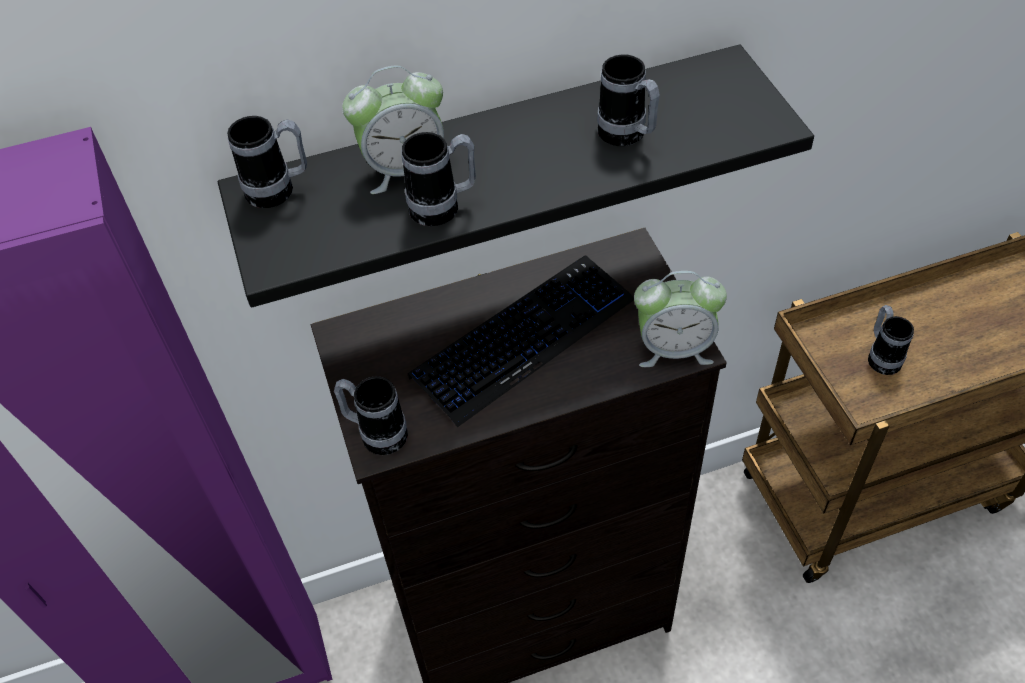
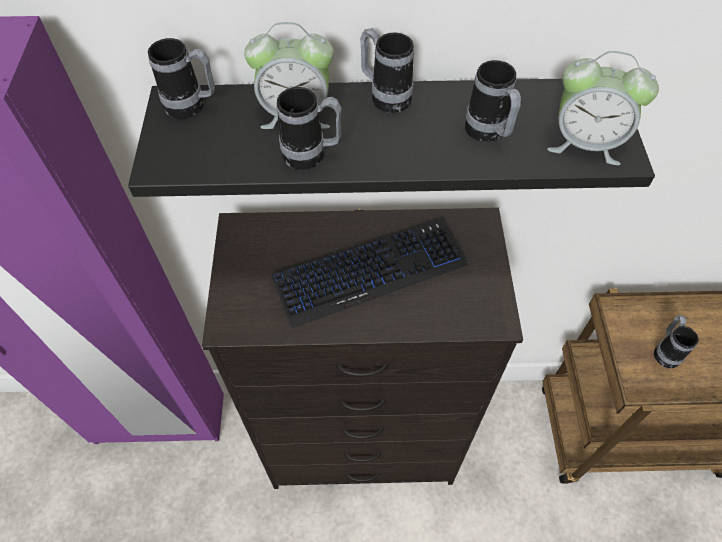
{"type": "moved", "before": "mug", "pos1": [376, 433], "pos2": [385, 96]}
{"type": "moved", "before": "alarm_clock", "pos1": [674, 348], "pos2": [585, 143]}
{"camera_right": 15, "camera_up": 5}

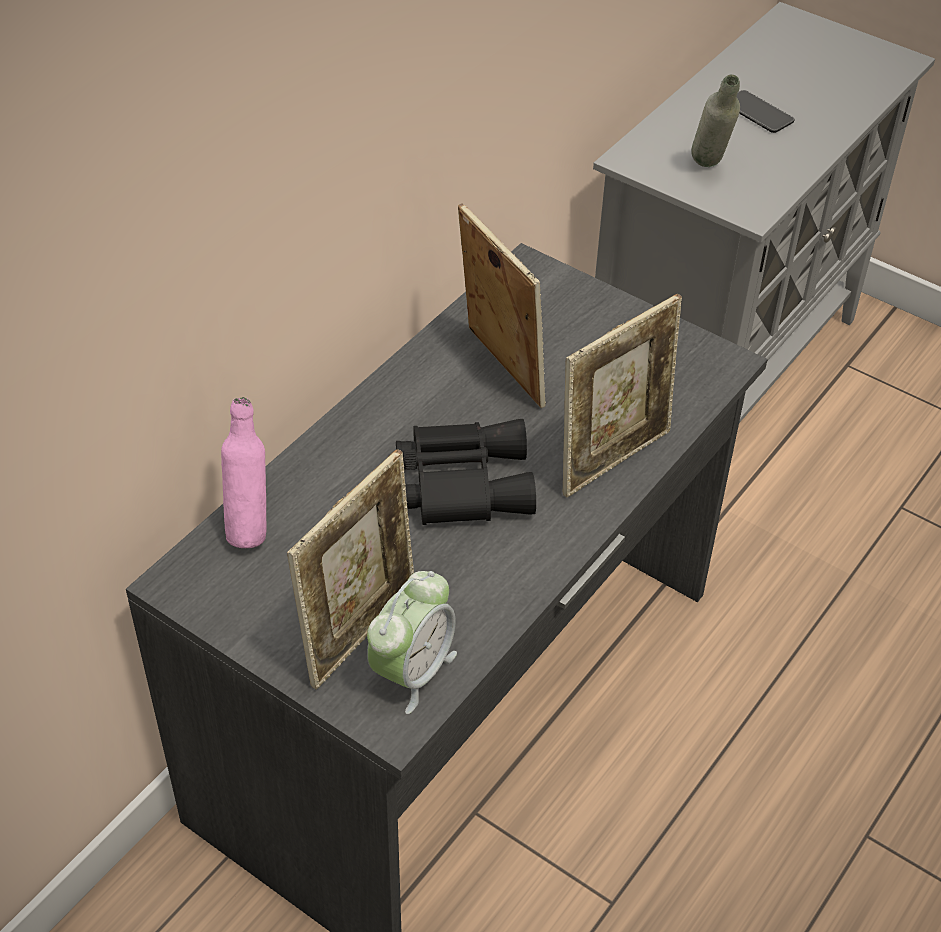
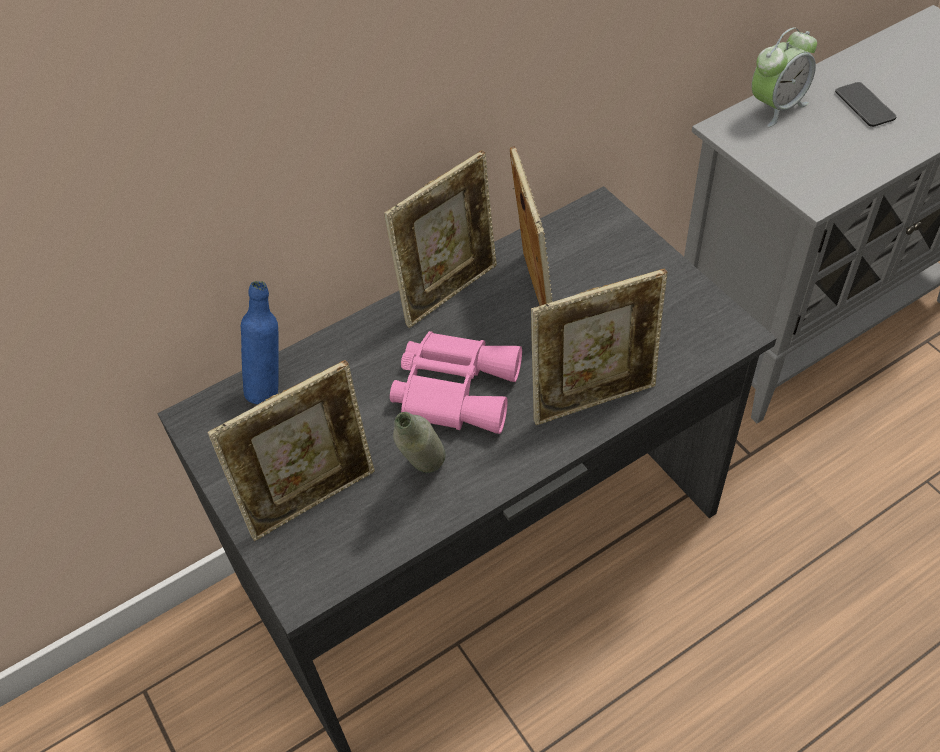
{"type": "recoloured", "before": "pink_bottle", "after": "blue_bottle", "pos1": [249, 528], "pos2": [271, 386]}
{"type": "moved", "before": "alarm_clock", "pos1": [412, 671], "pos2": [776, 107]}
{"type": "recoloured", "before": "black_binoculars", "after": "pink_binoculars", "pos1": [461, 481], "pos2": [455, 388]}
{"type": "moved", "before": "grey_bottle", "pos1": [709, 169], "pos2": [424, 475]}
{"type": "added", "after": "picture_frame", "pos2": [449, 291]}
{"camera_right": 25, "camera_up": 5}

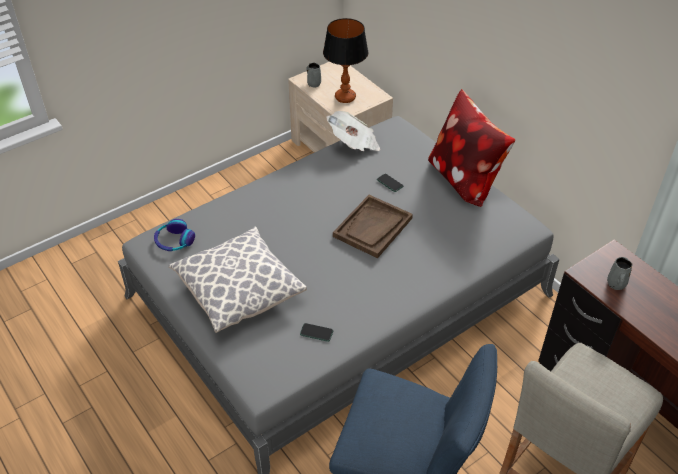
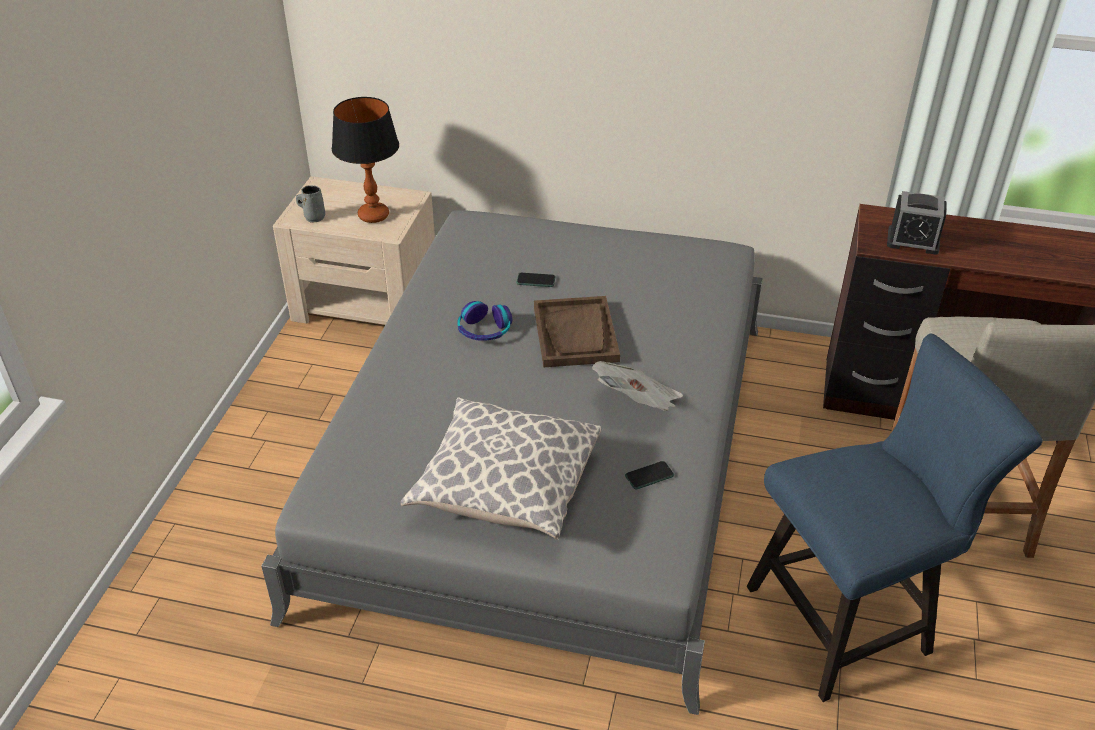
{"type": "moved", "before": "headphones", "pos1": [174, 241], "pos2": [484, 330]}
{"type": "moved", "before": "newspaper", "pos1": [354, 143], "pos2": [638, 403]}
{"type": "removed", "before": "pillow", "pos1": [464, 179]}
{"type": "replaced", "before": "grey_mug", "after": "alarm_clock", "pos1": [616, 284], "pos2": [913, 241]}
{"camera_right": -40, "camera_up": -5}

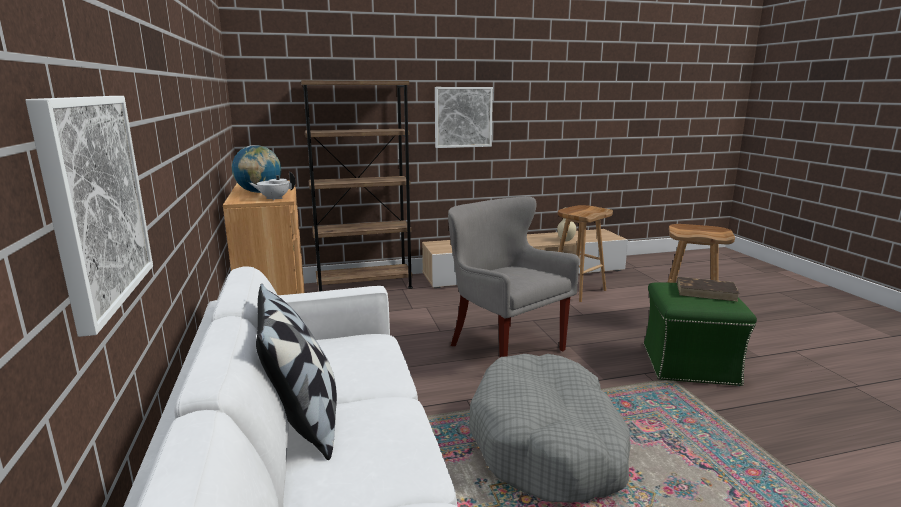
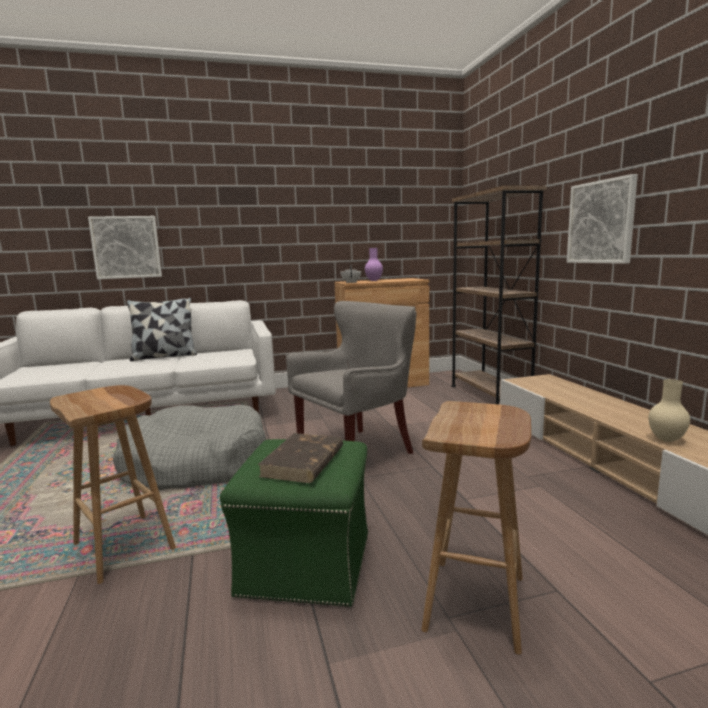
{"type": "replaced", "before": "globe", "after": "purple_vase", "pos1": [259, 192], "pos2": [373, 280]}
{"type": "moved", "before": "brown_stool", "pos1": [577, 290], "pos2": [125, 547]}
{"camera_right": 90, "camera_up": -5}

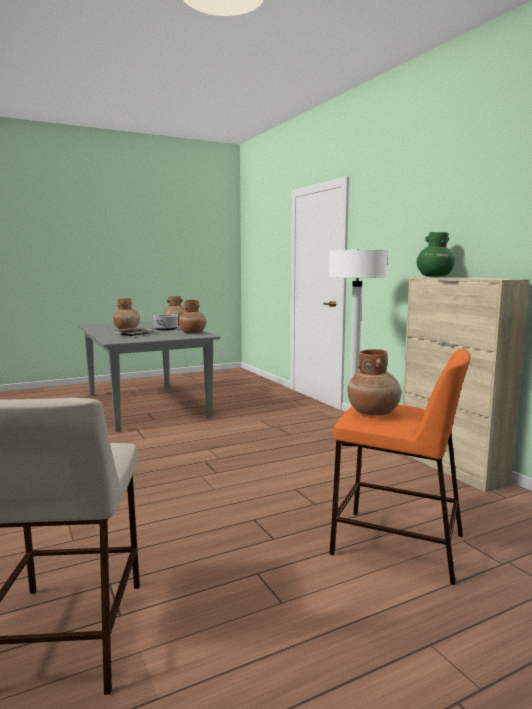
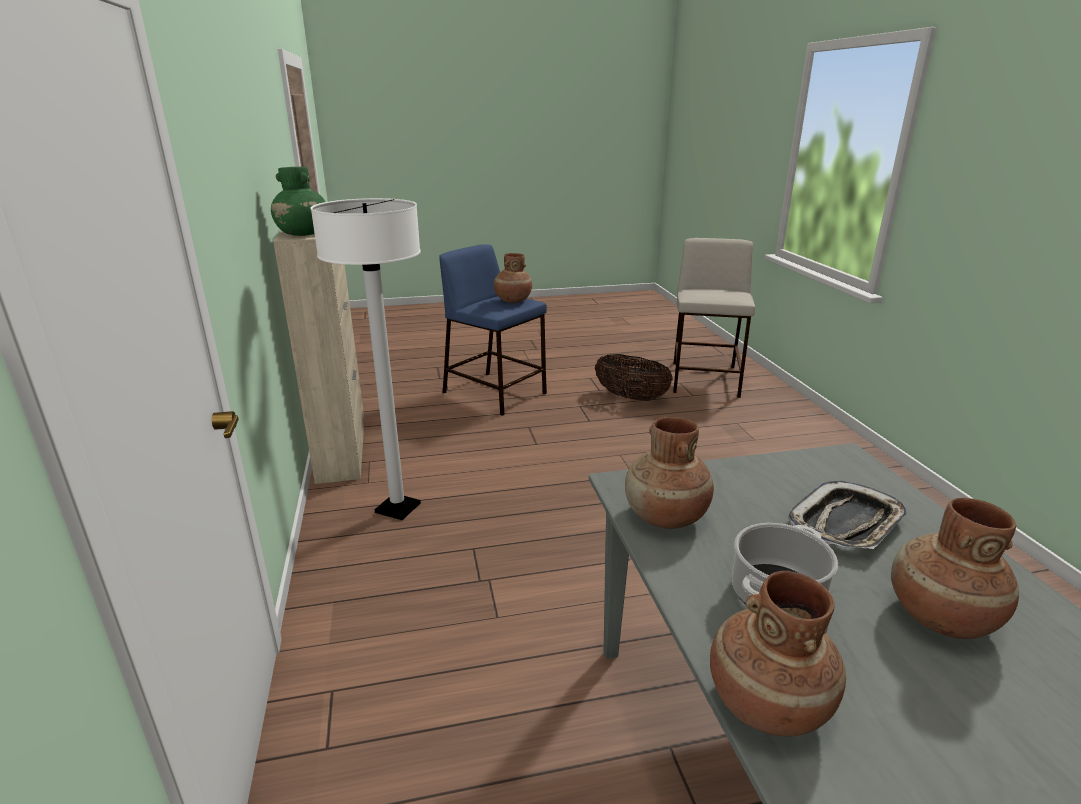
{"type": "recoloured", "before": "orange_stool", "after": "blue_stool", "pos1": [396, 544], "pos2": [495, 393]}
{"type": "added", "after": "basket", "pos2": [631, 397]}
{"camera_right": -165, "camera_up": 15}

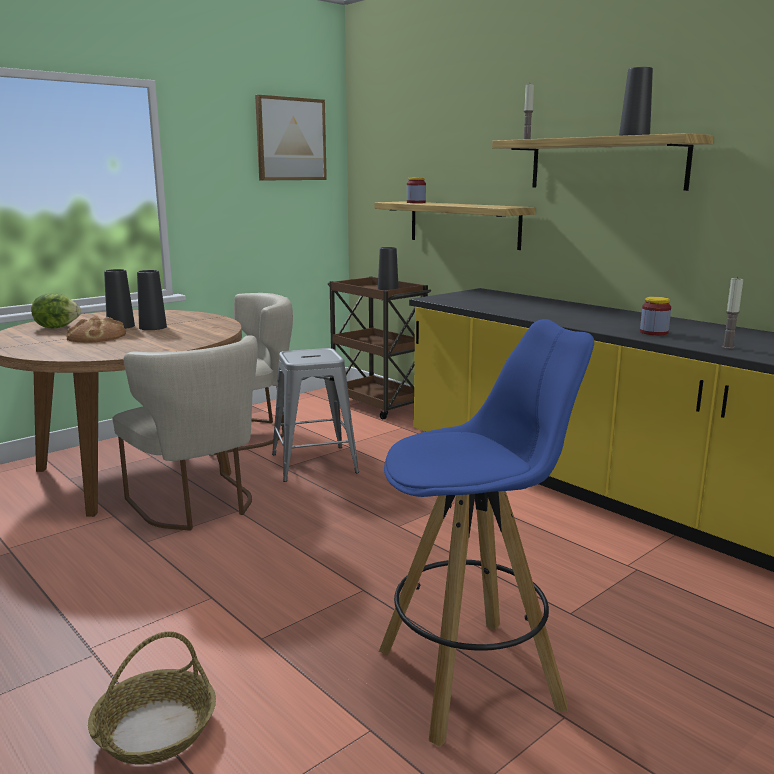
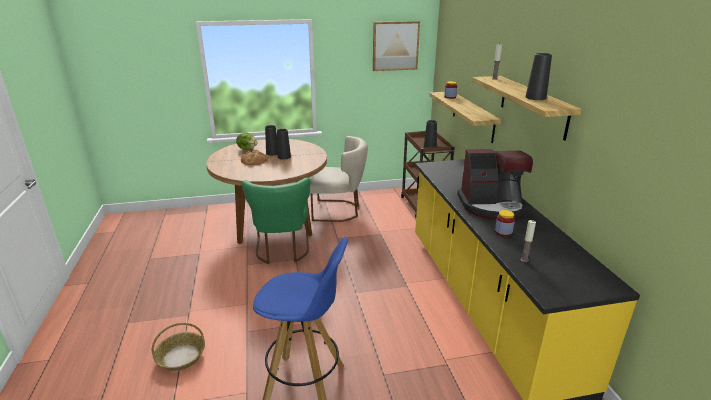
{"type": "recoloured", "before": "beige_chair", "after": "green_chair", "pos1": [198, 505], "pos2": [282, 250]}
{"type": "removed", "before": "grey_stool", "pos1": [314, 463]}
{"type": "added", "after": "coffee_machine", "pos2": [492, 206]}
{"camera_right": 30, "camera_up": 10}

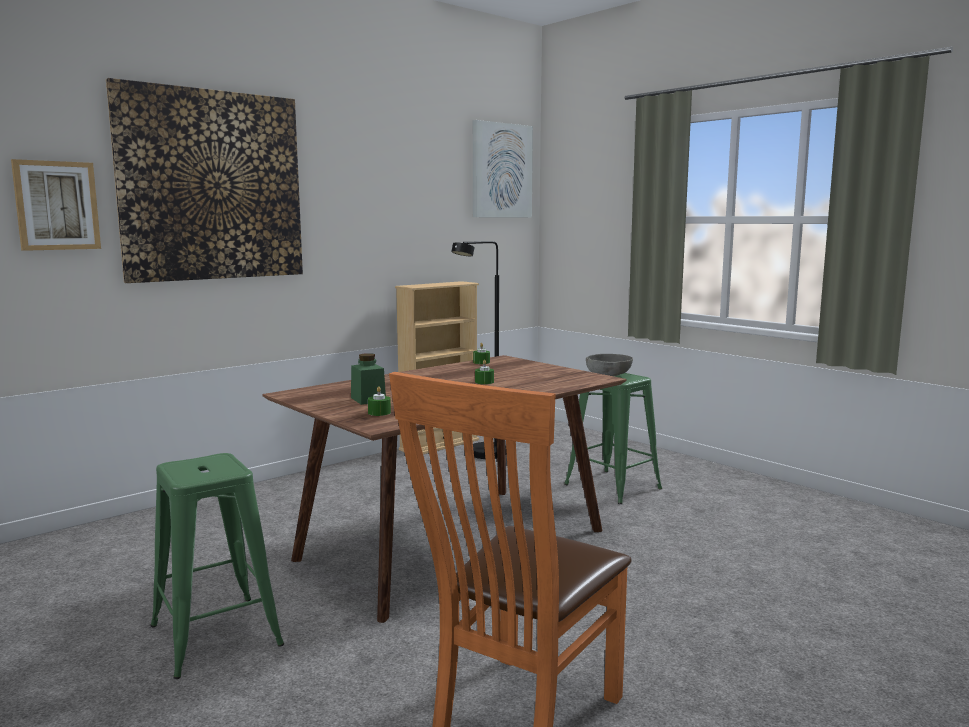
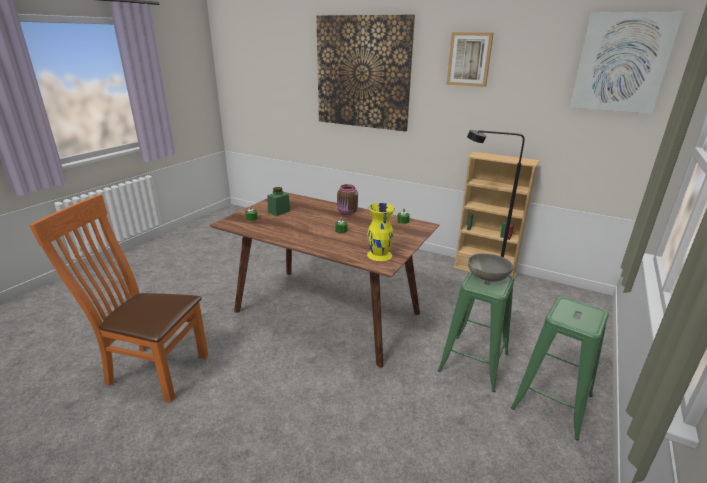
{"type": "moved", "before": "picture", "pos1": [56, 205], "pos2": [469, 59]}
{"type": "moved", "before": "green_stool", "pos1": [216, 636], "pos2": [551, 402]}
{"type": "added", "after": "brown_jar", "pos2": [347, 213]}
{"type": "added", "after": "yellow_vase", "pos2": [380, 255]}
{"camera_right": 70, "camera_up": 15}

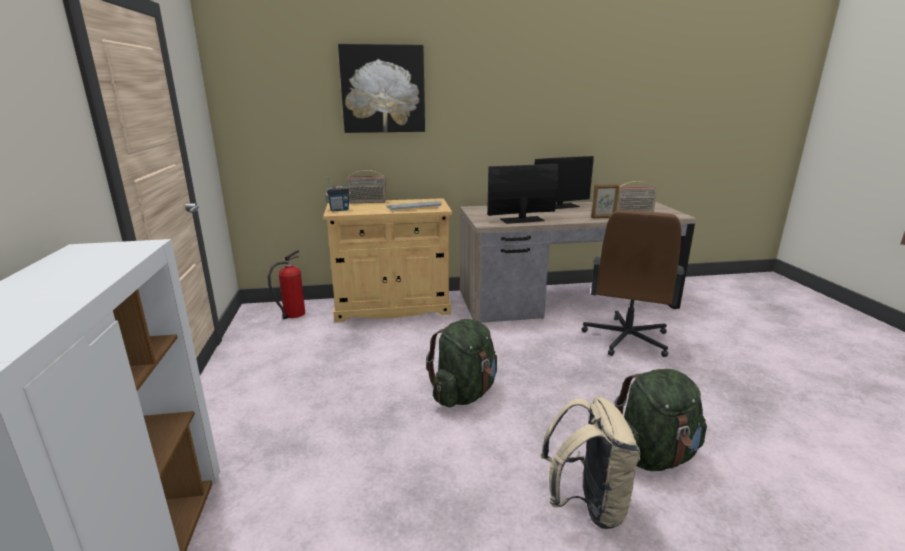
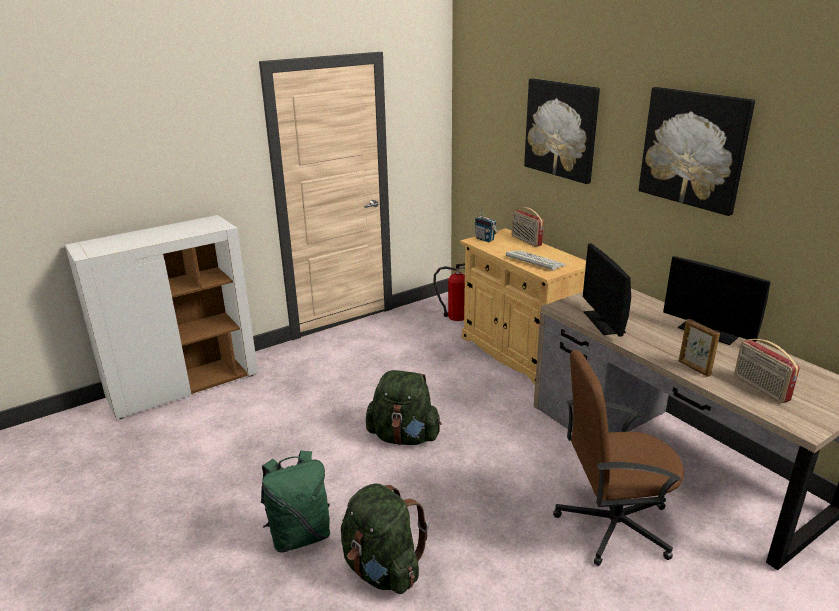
{"type": "turned", "before": "monitor", "pos1": [522, 220], "pos2": [604, 322], "turn": -150}
{"type": "recoloured", "before": "beige_backpack", "after": "green_backpack", "pos1": [587, 504], "pos2": [300, 535]}
{"type": "added", "after": "picture", "pos2": [694, 149]}
{"camera_right": 65, "camera_up": 5}

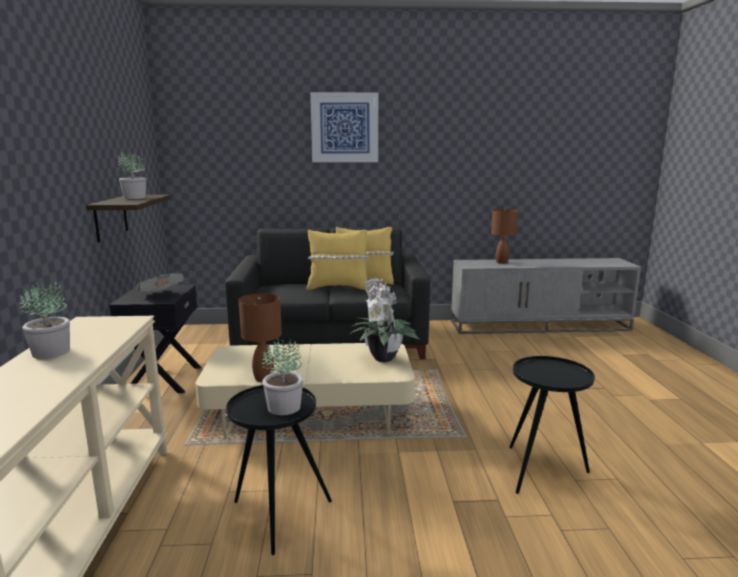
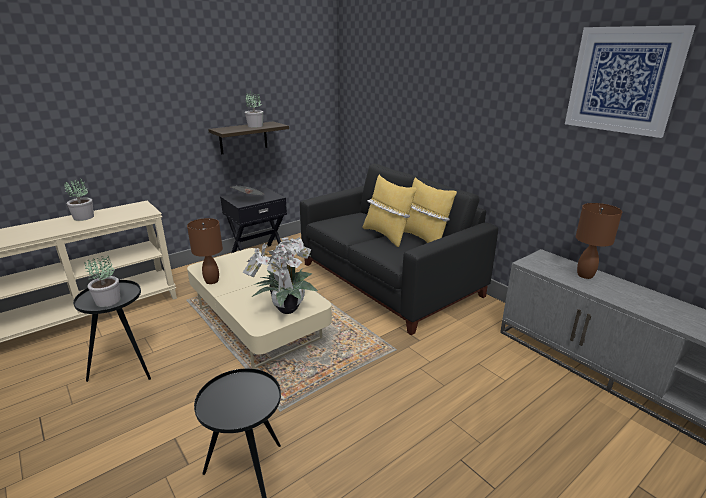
{"type": "moved", "before": "picture", "pos1": [344, 127], "pos2": [623, 80]}
{"camera_right": 55, "camera_up": 10}

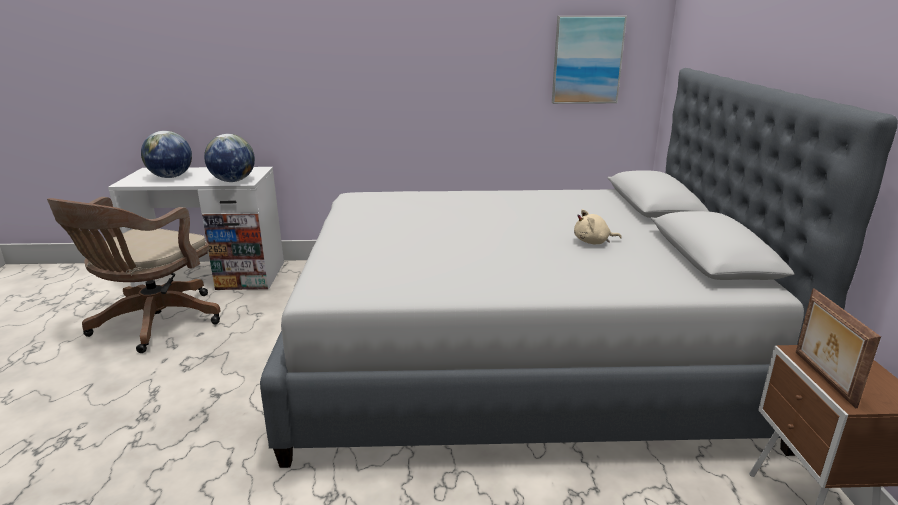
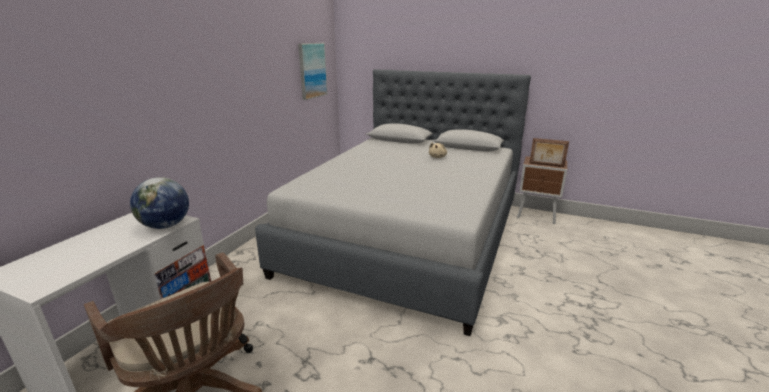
{"type": "removed", "before": "globe", "pos1": [170, 177]}
{"camera_right": -65, "camera_up": 0}

